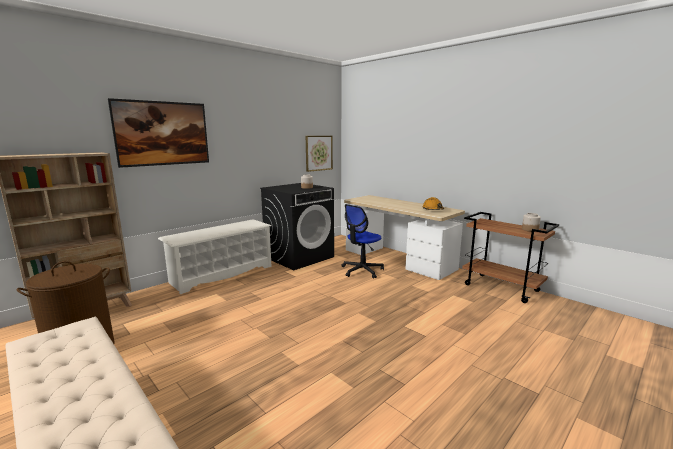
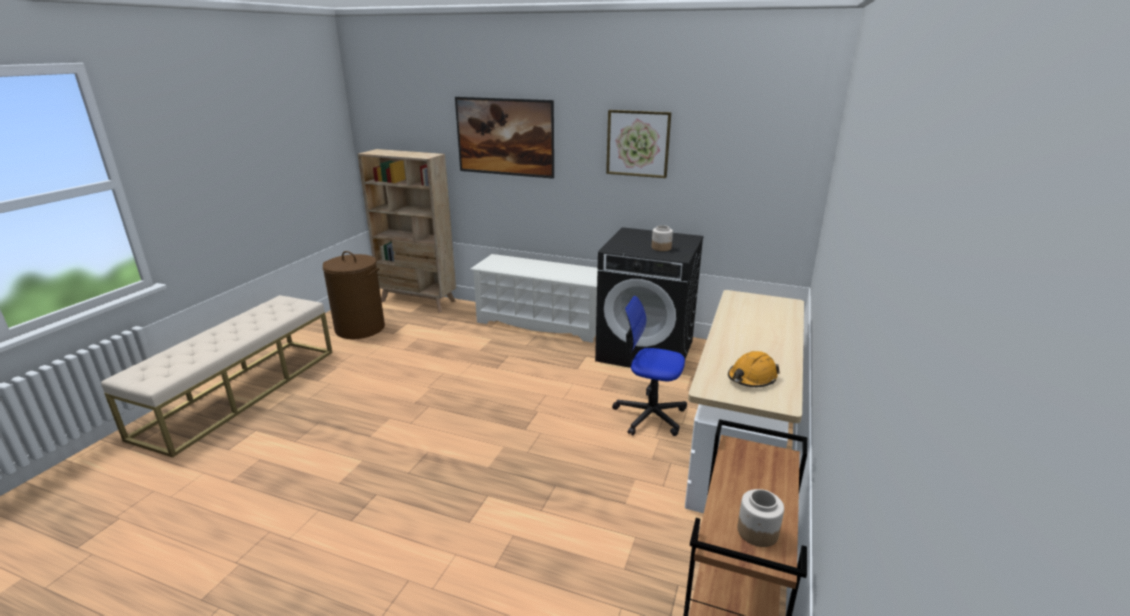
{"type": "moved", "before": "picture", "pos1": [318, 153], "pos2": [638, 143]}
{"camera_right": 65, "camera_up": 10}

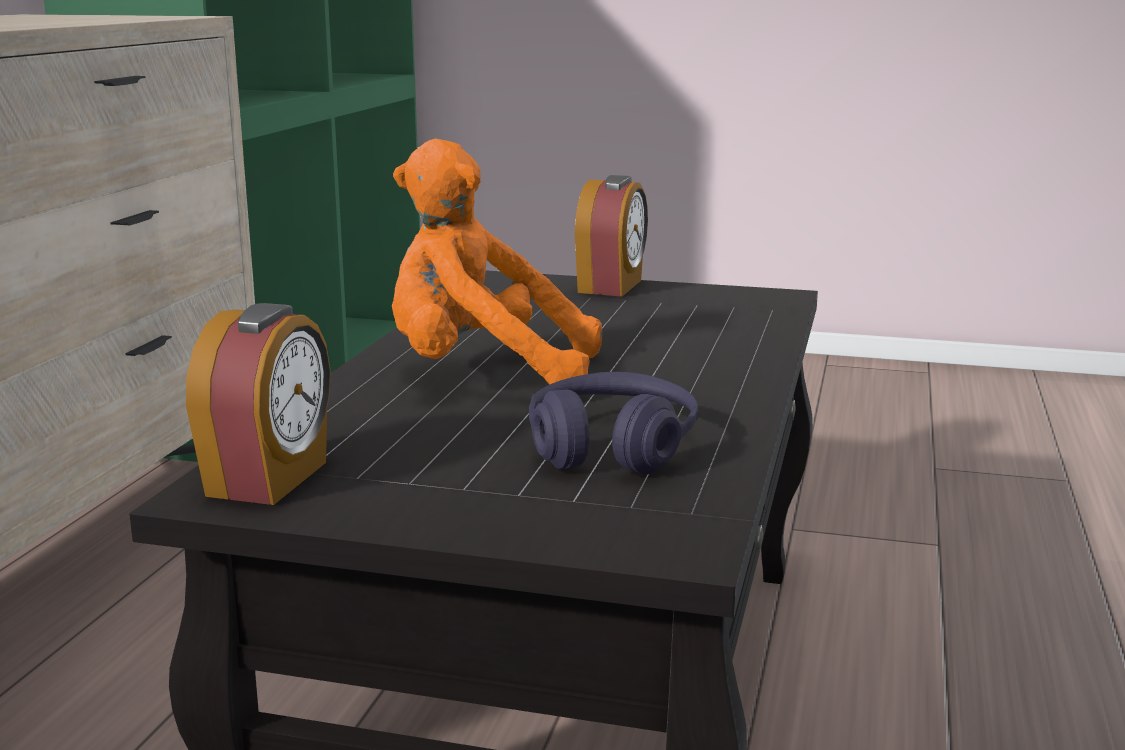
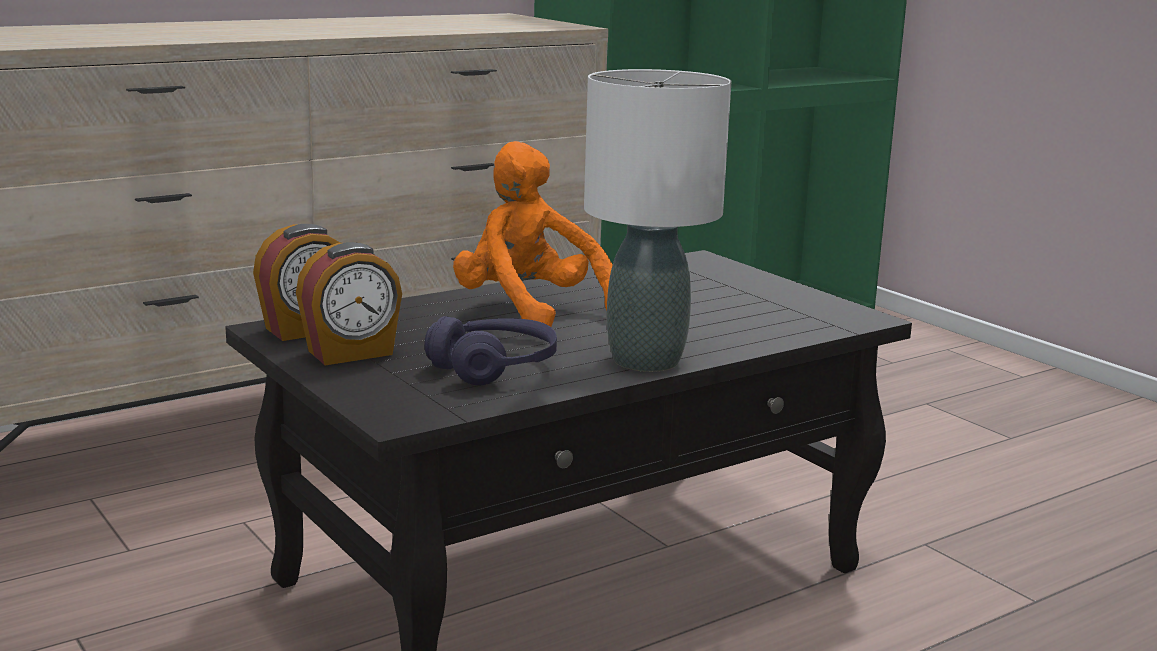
{"type": "moved", "before": "alarm_clock", "pos1": [612, 286], "pos2": [351, 353]}
{"type": "added", "after": "white_table_lamp", "pos2": [644, 361]}
{"camera_right": 40, "camera_up": 0}

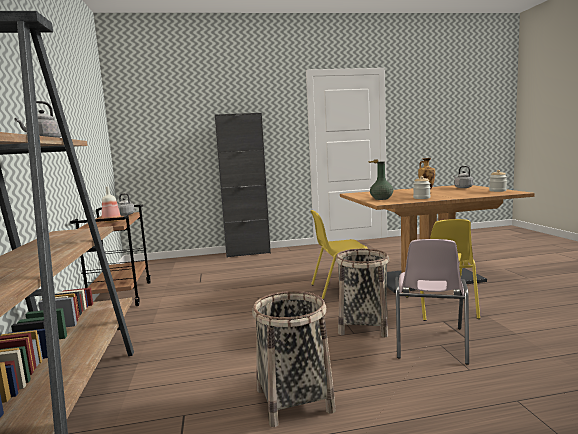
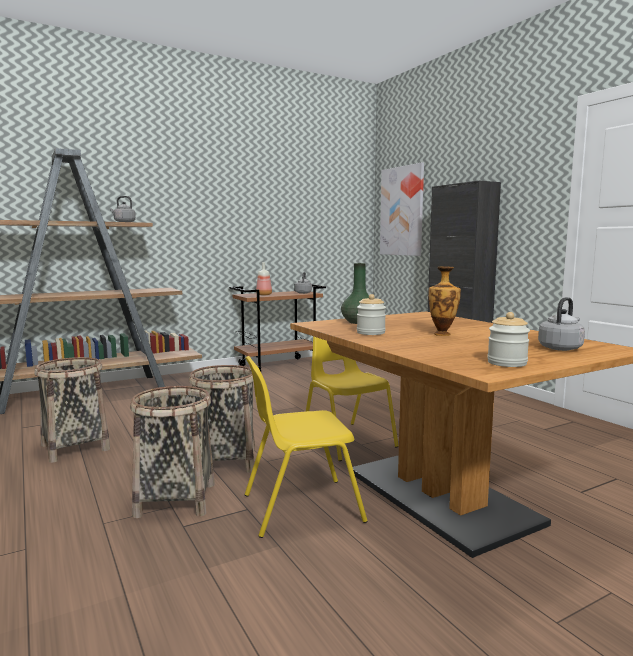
{"type": "replaced", "before": "pink_chair", "after": "basket", "pos1": [429, 343], "pos2": [176, 499]}
{"type": "added", "after": "picture", "pos2": [402, 211]}
{"camera_right": 70, "camera_up": 0}

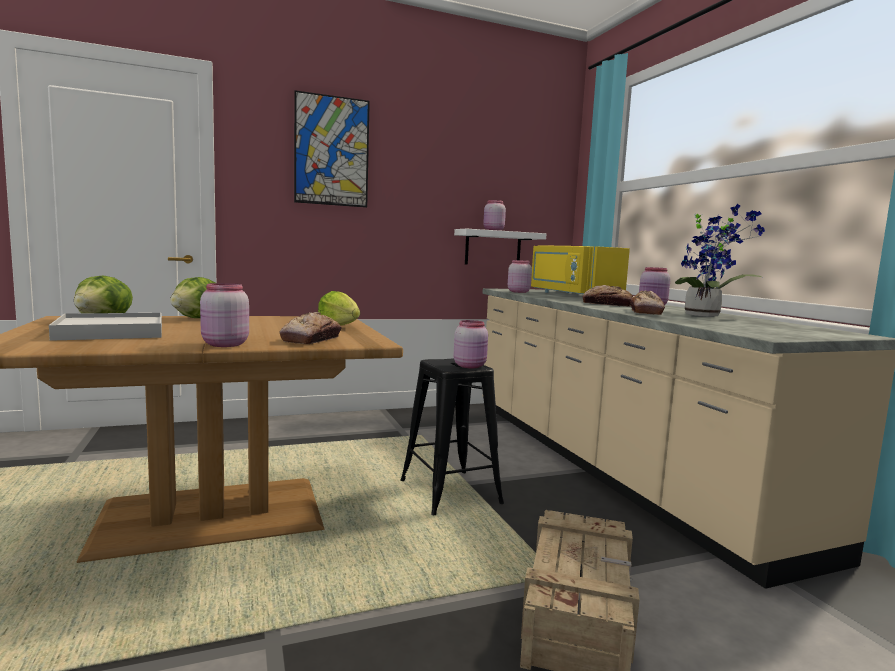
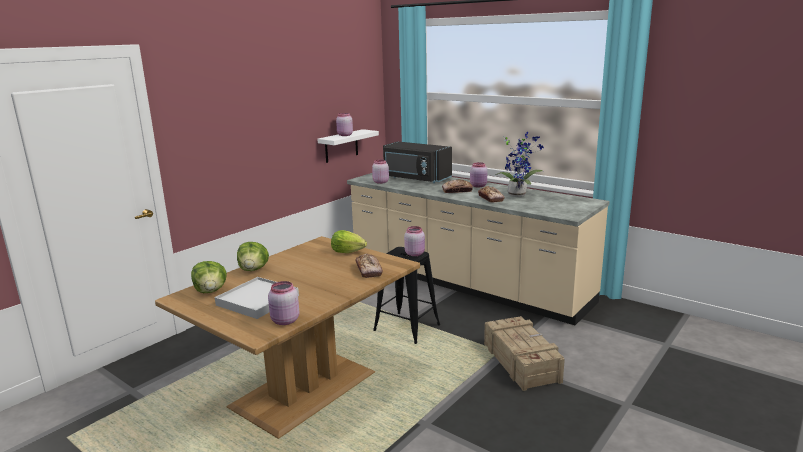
{"type": "moved", "before": "pink_jar", "pos1": [224, 344], "pos2": [284, 321]}
{"type": "removed", "before": "picture", "pos1": [332, 151]}
{"type": "recoloured", "before": "yellow_microwave", "after": "black_microwave", "pos1": [572, 295], "pos2": [415, 178]}
{"camera_right": -30, "camera_up": 10}

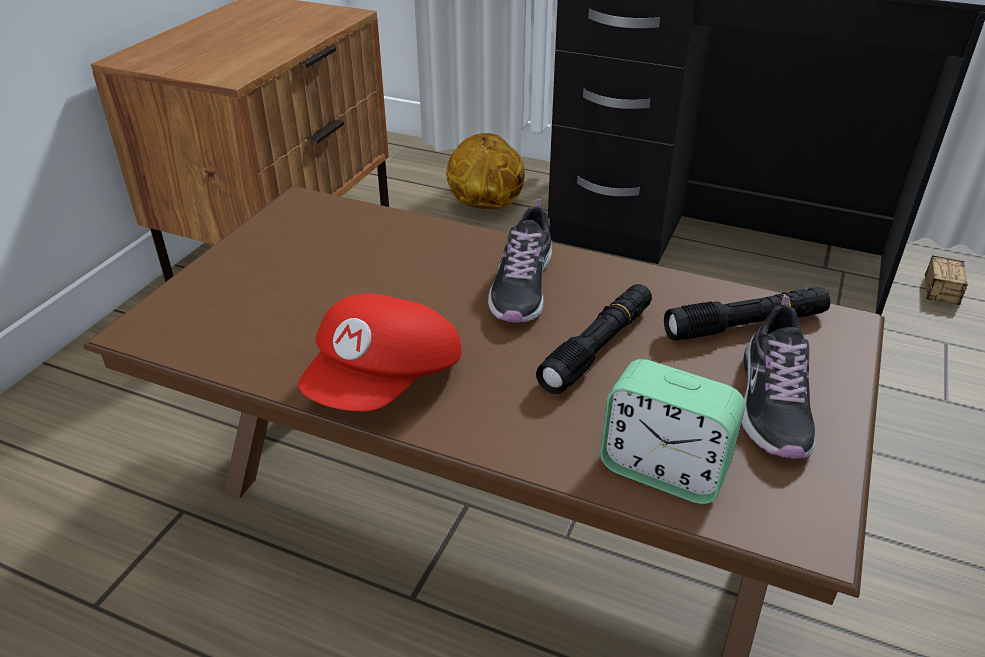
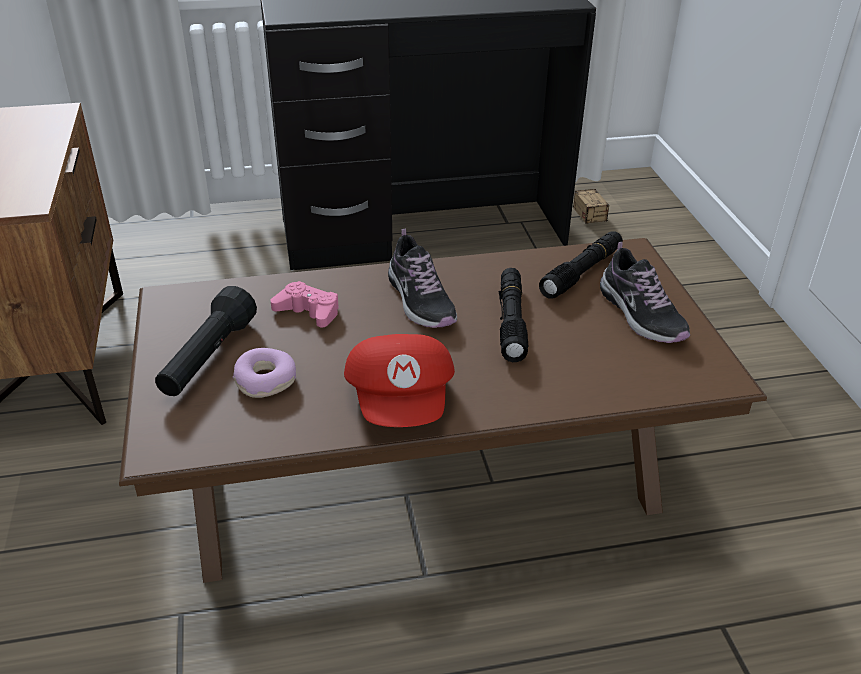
{"type": "removed", "before": "basketball", "pos1": [485, 205]}
{"type": "removed", "before": "alarm_clock", "pos1": [663, 470]}
{"type": "added", "after": "black_flashlight", "pos2": [208, 358]}
{"type": "added", "after": "donut", "pos2": [266, 380]}
{"type": "added", "after": "pink_game_controller", "pos2": [308, 311]}
{"camera_right": -35, "camera_up": 0}

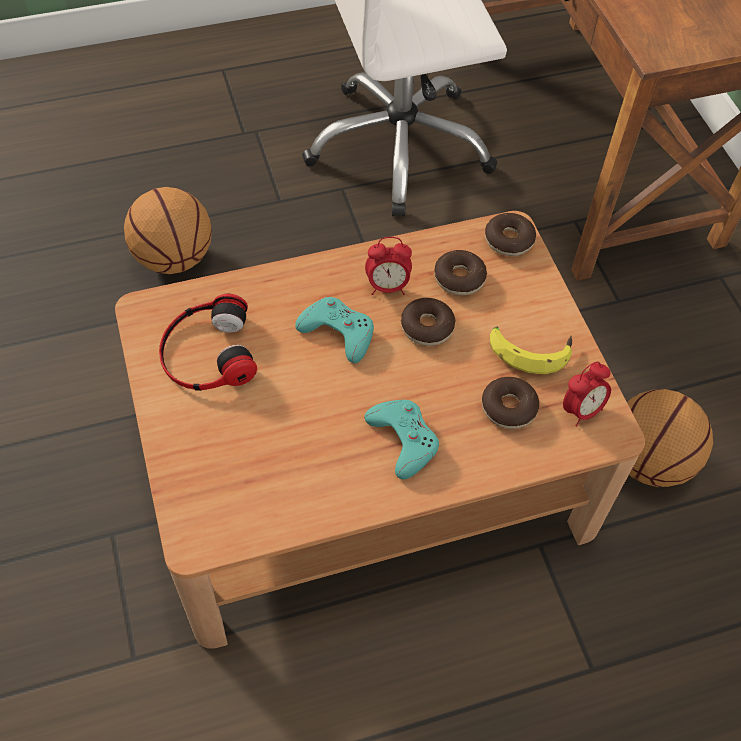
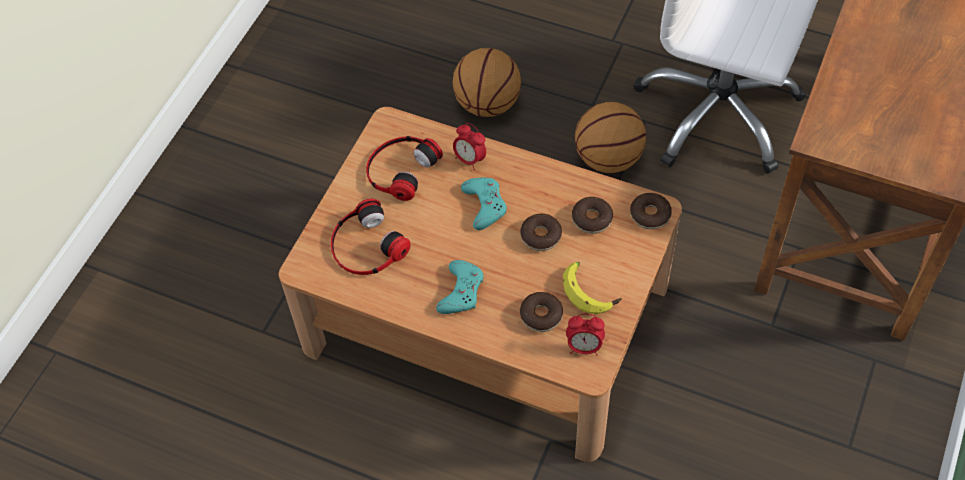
{"type": "moved", "before": "alarm_clock", "pos1": [387, 287], "pos2": [470, 159]}
{"type": "moved", "before": "basketball", "pos1": [649, 461], "pos2": [608, 159]}
{"type": "added", "after": "headphones", "pos2": [366, 246]}
{"camera_right": 45, "camera_up": 0}

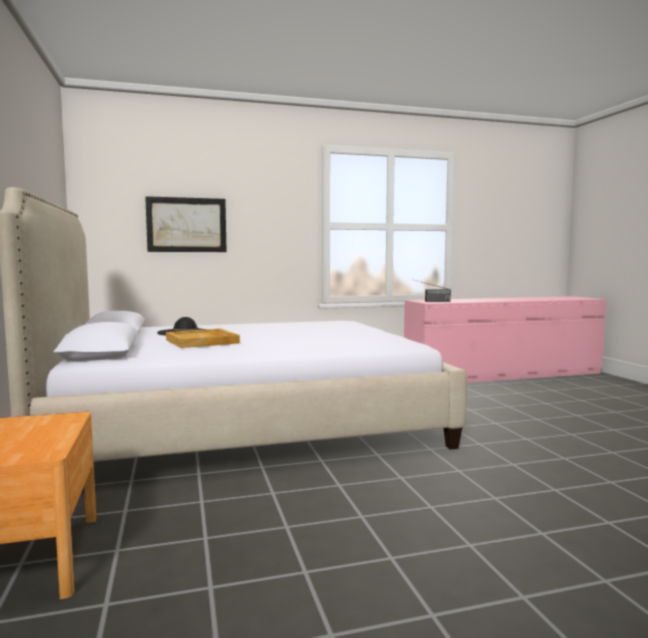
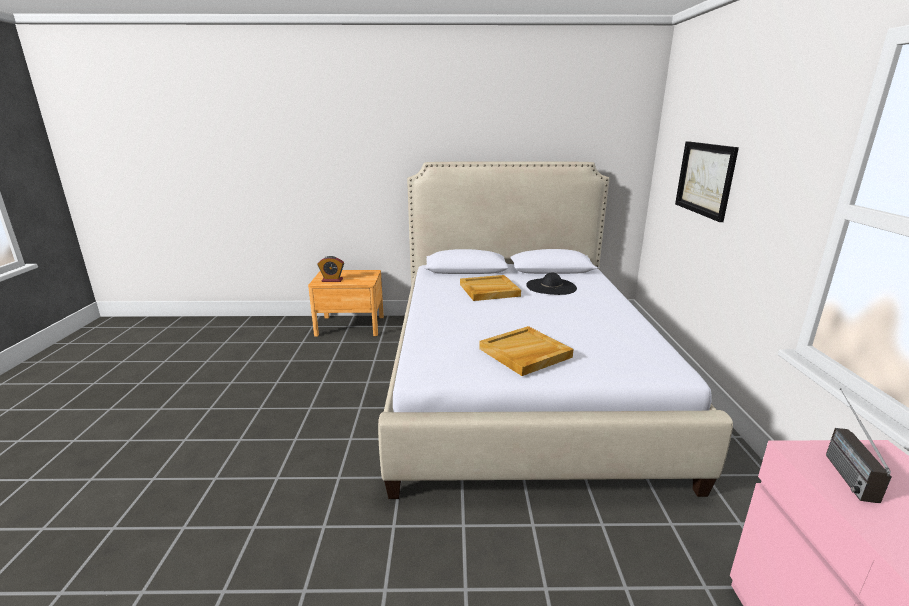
{"type": "added", "after": "alarm_clock", "pos2": [332, 280]}
{"type": "added", "after": "beige_tray", "pos2": [525, 353]}
{"camera_right": 105, "camera_up": 15}

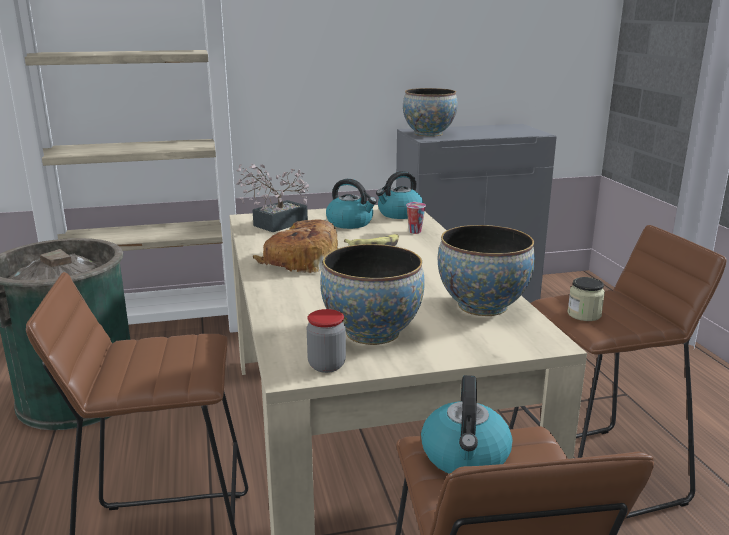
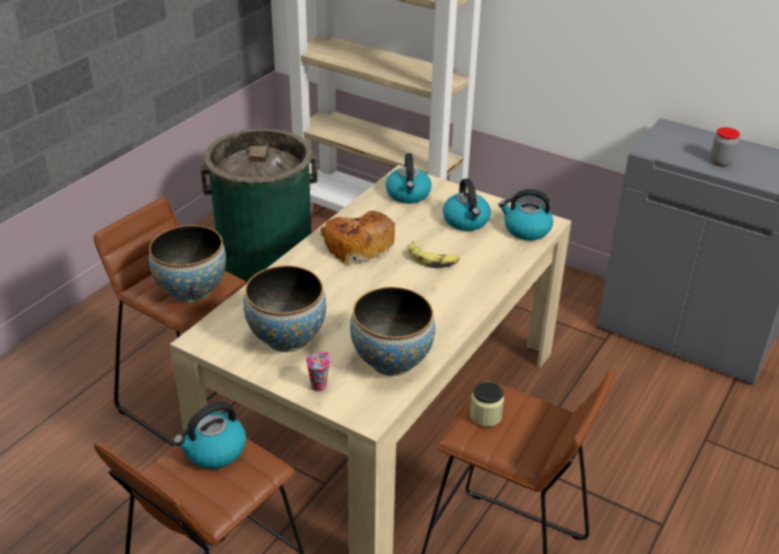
{"type": "replaced", "before": "potted_plant", "after": "kettle", "pos1": [275, 225], "pos2": [408, 195]}
{"type": "moved", "before": "jar", "pos1": [326, 365], "pos2": [720, 162]}
{"type": "moved", "before": "bowl", "pos1": [428, 134], "pos2": [192, 291]}
{"type": "moved", "before": "cup", "pos1": [414, 231], "pos2": [319, 385]}
{"camera_right": 45, "camera_up": 15}

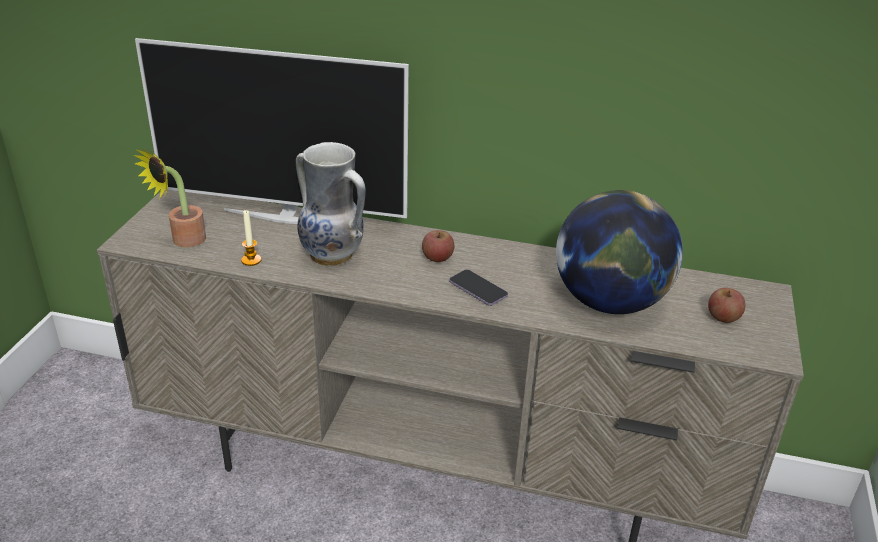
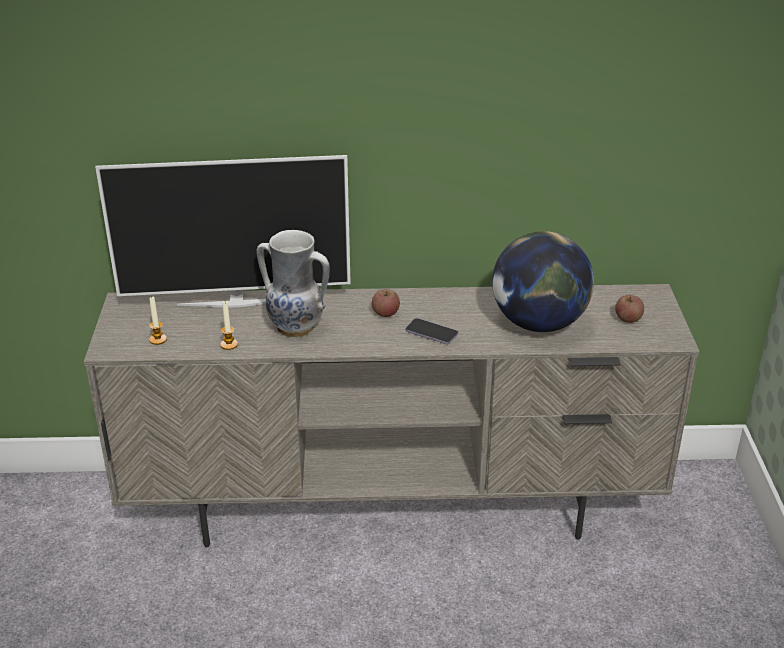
{"type": "replaced", "before": "potted_plant", "after": "candle", "pos1": [183, 241], "pos2": [158, 339]}
{"camera_right": -15, "camera_up": 0}

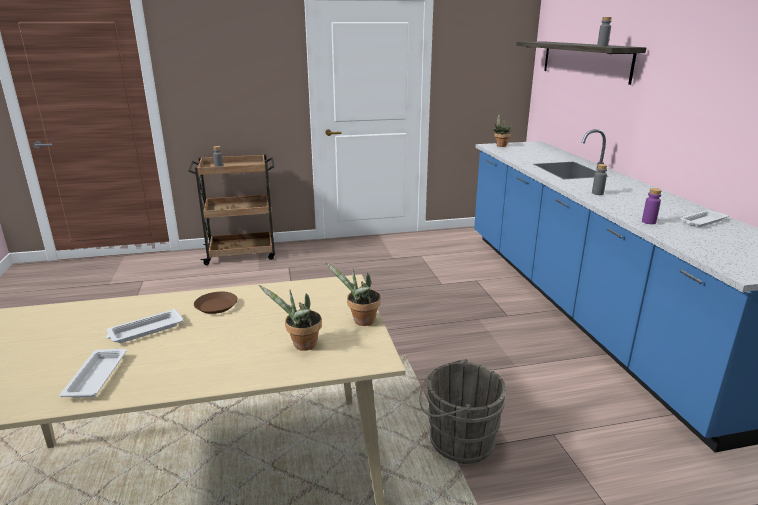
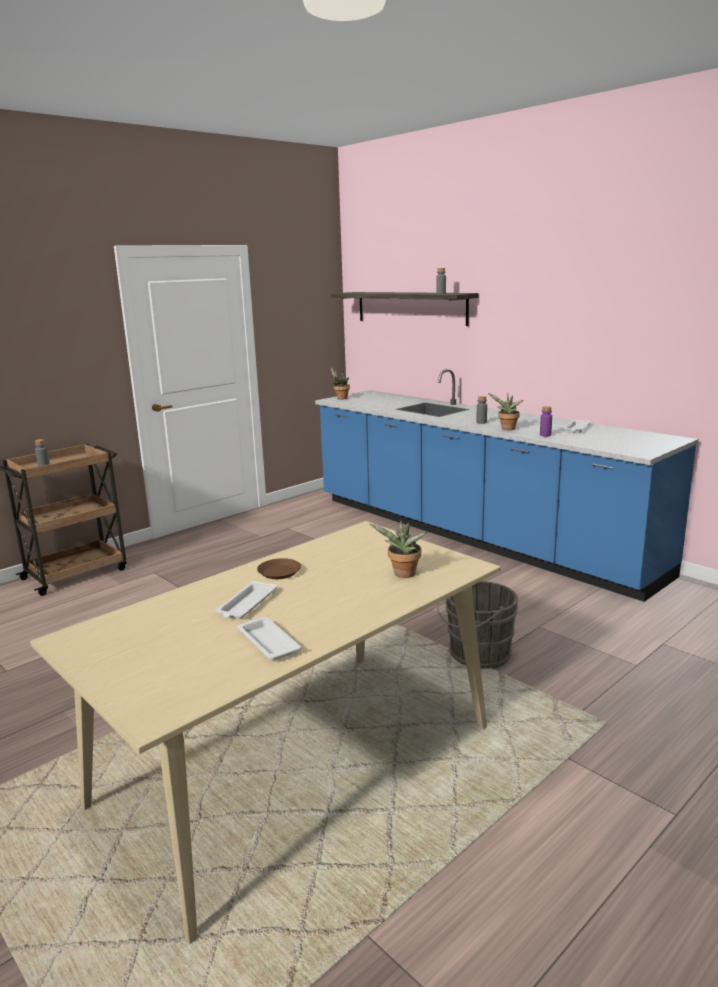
{"type": "moved", "before": "potted_plant", "pos1": [360, 321], "pos2": [507, 429]}
{"camera_right": -30, "camera_up": -5}

